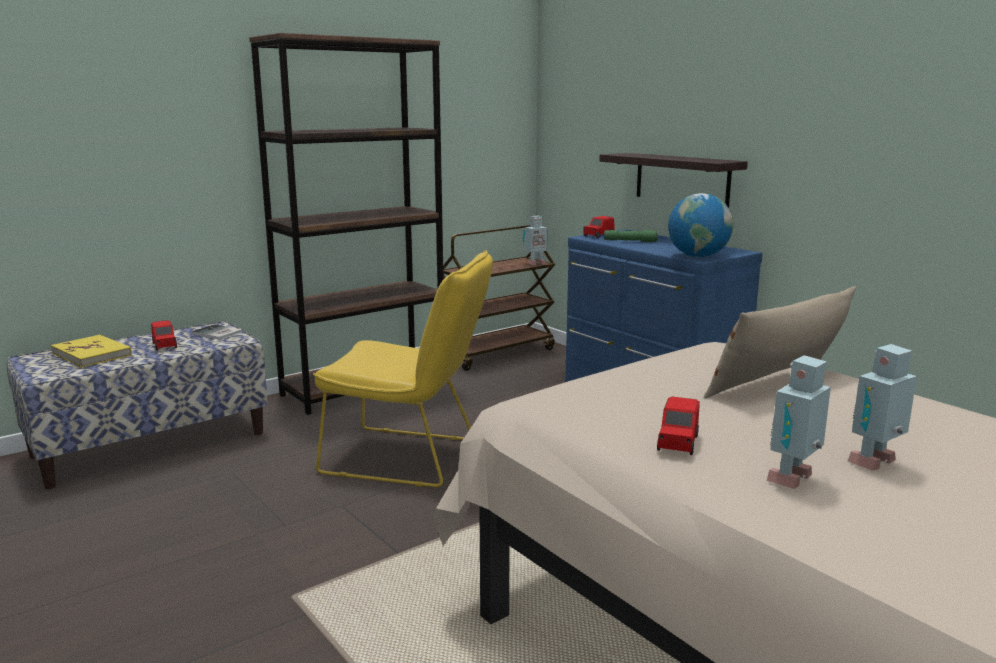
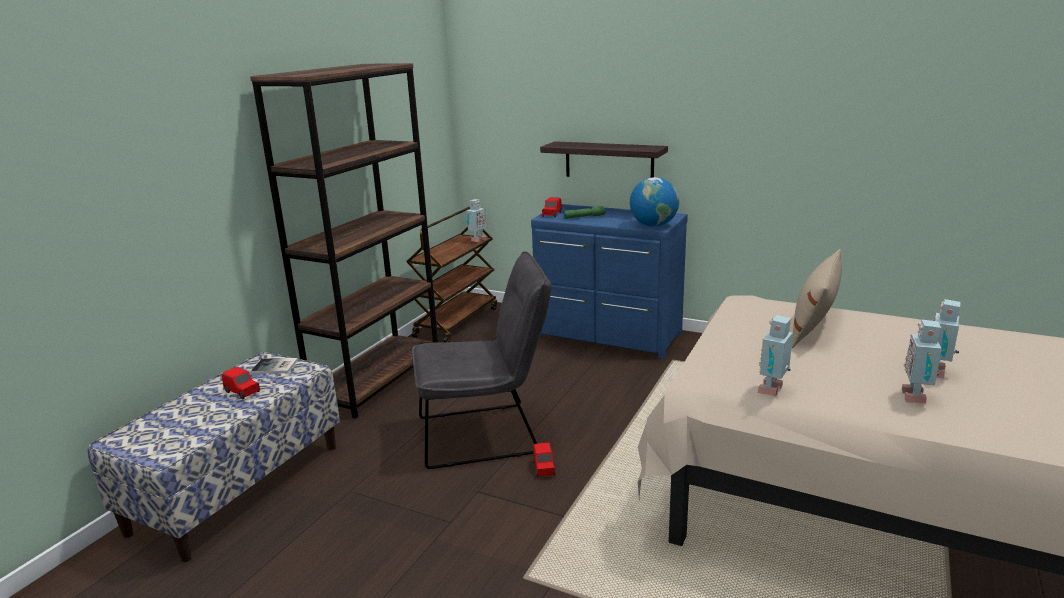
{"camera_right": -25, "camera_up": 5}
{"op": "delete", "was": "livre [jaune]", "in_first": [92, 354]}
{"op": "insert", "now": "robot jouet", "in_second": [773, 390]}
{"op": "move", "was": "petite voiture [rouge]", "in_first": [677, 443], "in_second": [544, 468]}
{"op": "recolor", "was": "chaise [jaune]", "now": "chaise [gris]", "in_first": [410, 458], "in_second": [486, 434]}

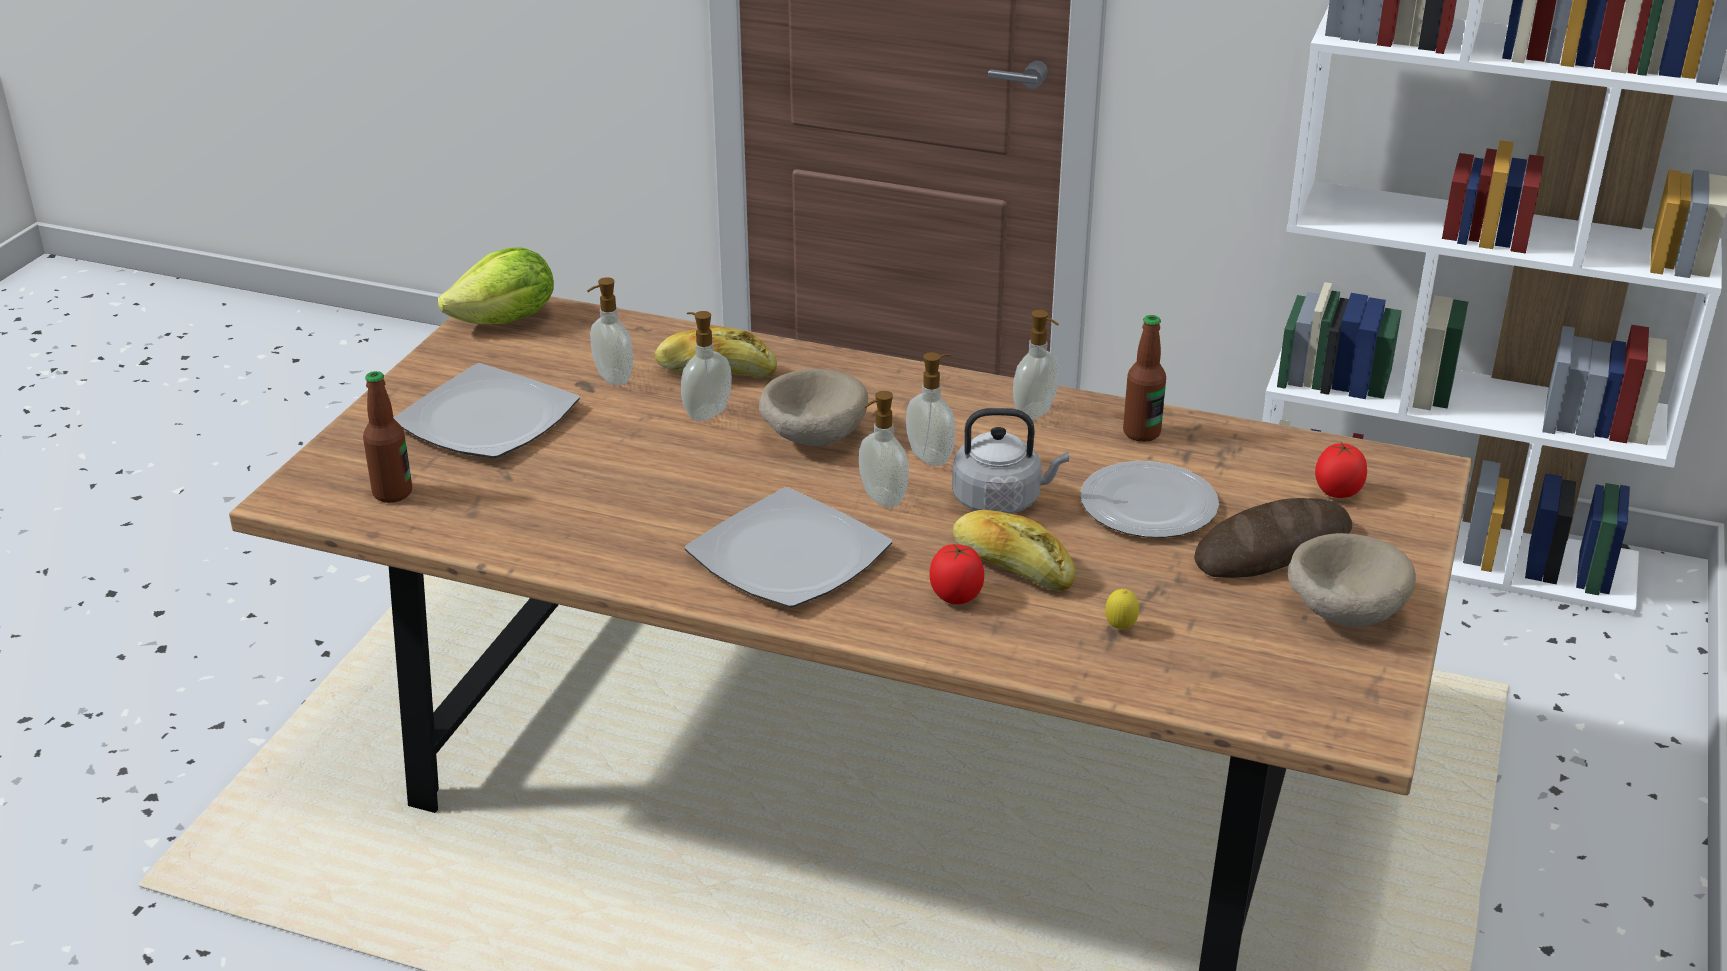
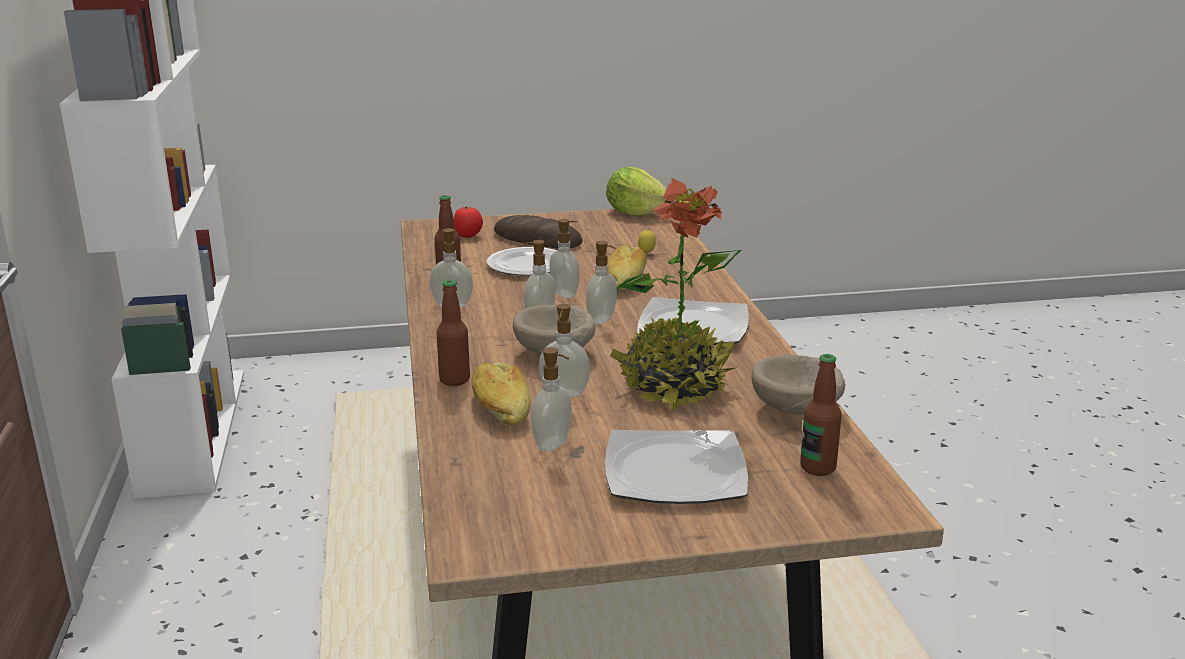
{"camera_right": -120, "camera_up": -10}
{"op": "delete", "was": "tomate", "in_first": [956, 596]}
{"op": "insert", "now": "bouteille", "in_second": [454, 380]}
{"op": "insert", "now": "plante en pot", "in_second": [673, 387]}
{"op": "move", "was": "laitue", "in_first": [506, 321], "in_second": [636, 213]}
{"op": "move", "was": "bol [beige]", "in_first": [1343, 612], "in_second": [797, 411]}
{"op": "replace", "was": "bouilloire [gris]", "now": "distributeur de savon", "in_first": [1001, 501], "in_second": [565, 294]}

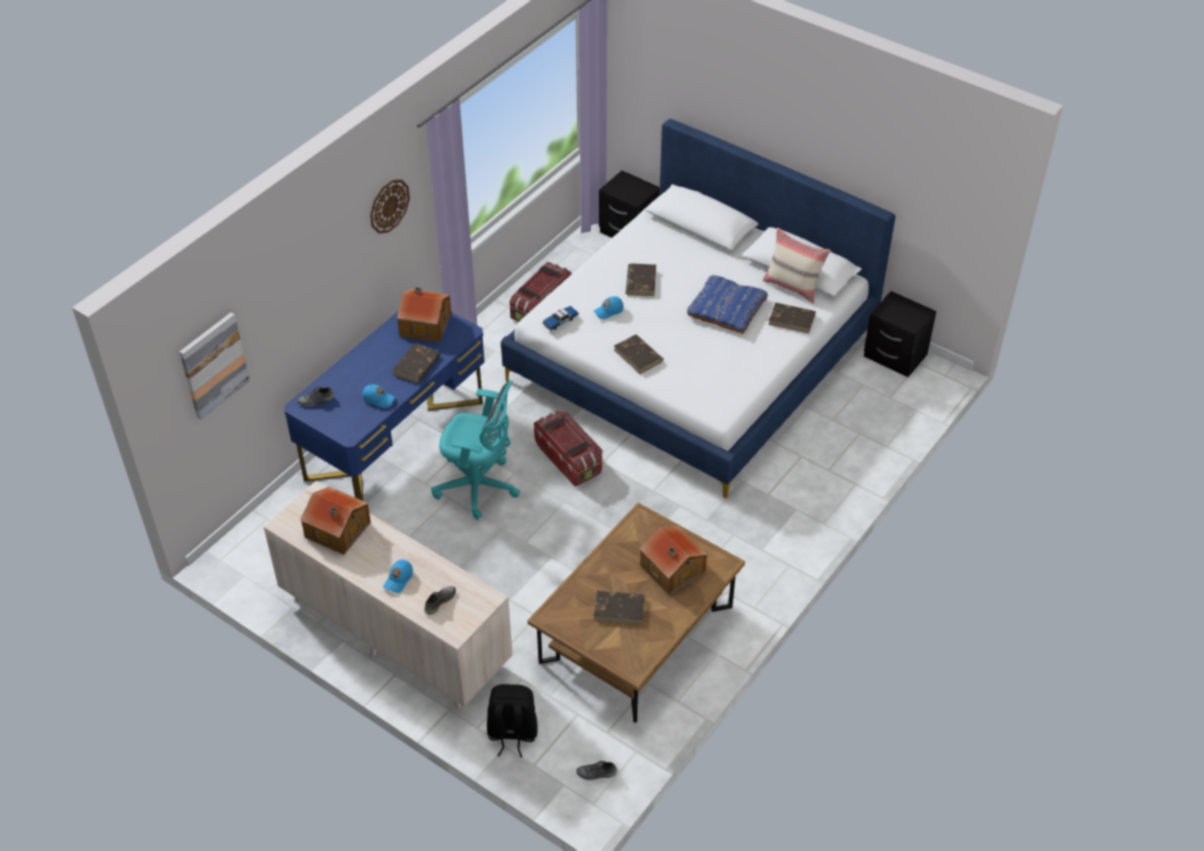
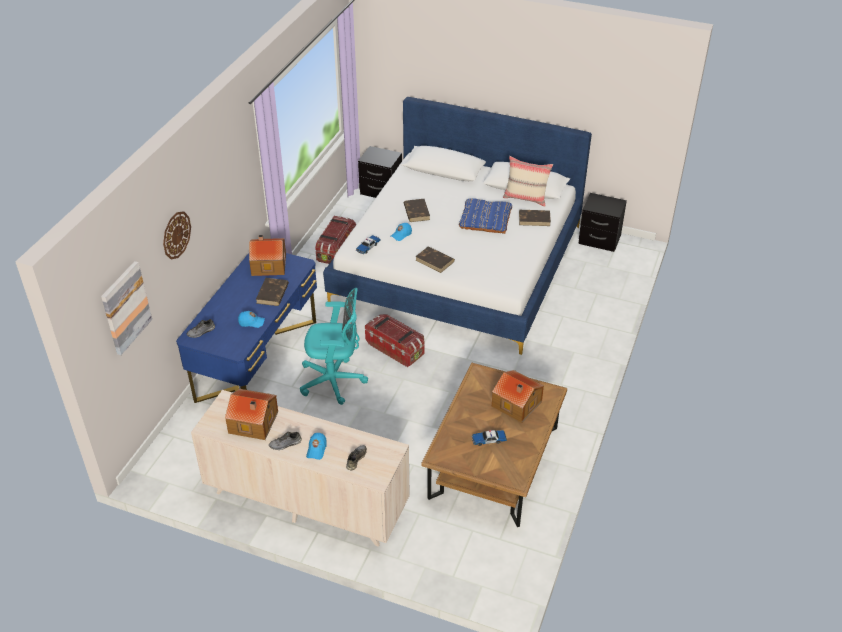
{"camera_right": -15, "camera_up": -5}
{"op": "delete", "was": "sac à dos [noir]", "in_first": [512, 733]}
{"op": "move", "was": "horloge murale", "in_first": [389, 206], "in_second": [176, 235]}
{"op": "move", "was": "chaussure [gris]", "in_first": [596, 774], "in_second": [285, 444]}
{"op": "replace", "was": "livre [marron]", "now": "petite voiture", "in_first": [619, 608], "in_second": [488, 440]}

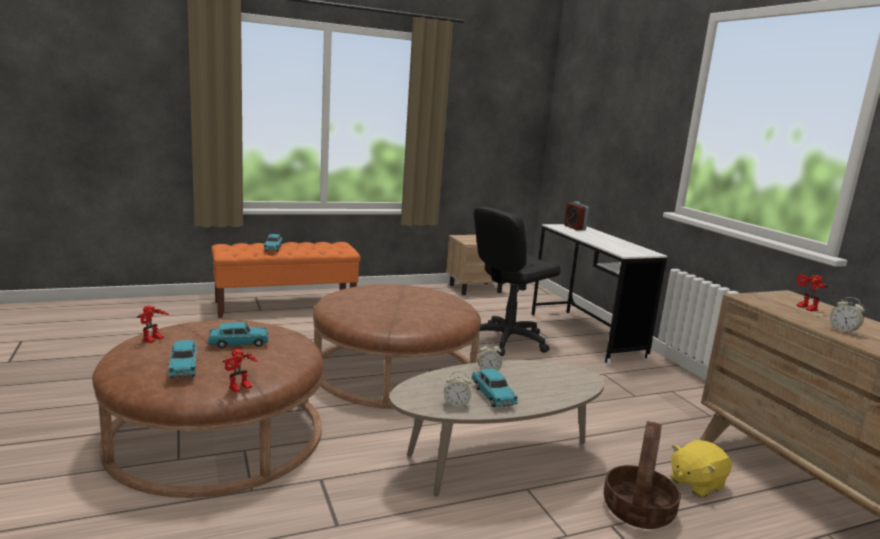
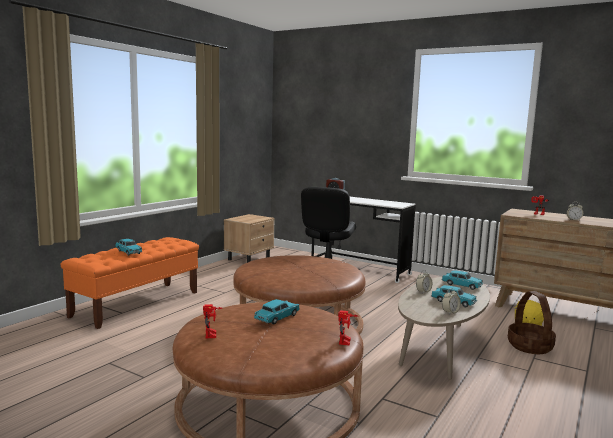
{"camera_right": -35, "camera_up": -5}
{"op": "move", "was": "petite voiture [turquoise]", "in_first": [183, 367], "in_second": [461, 285]}

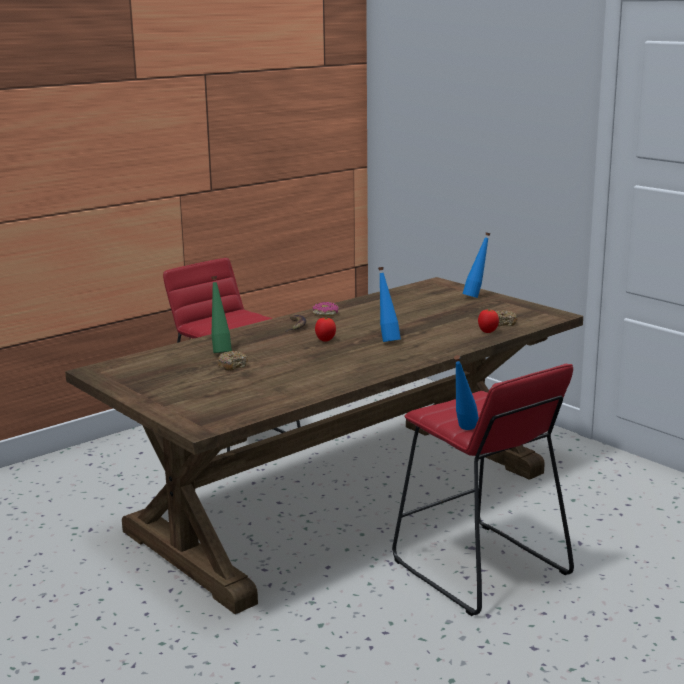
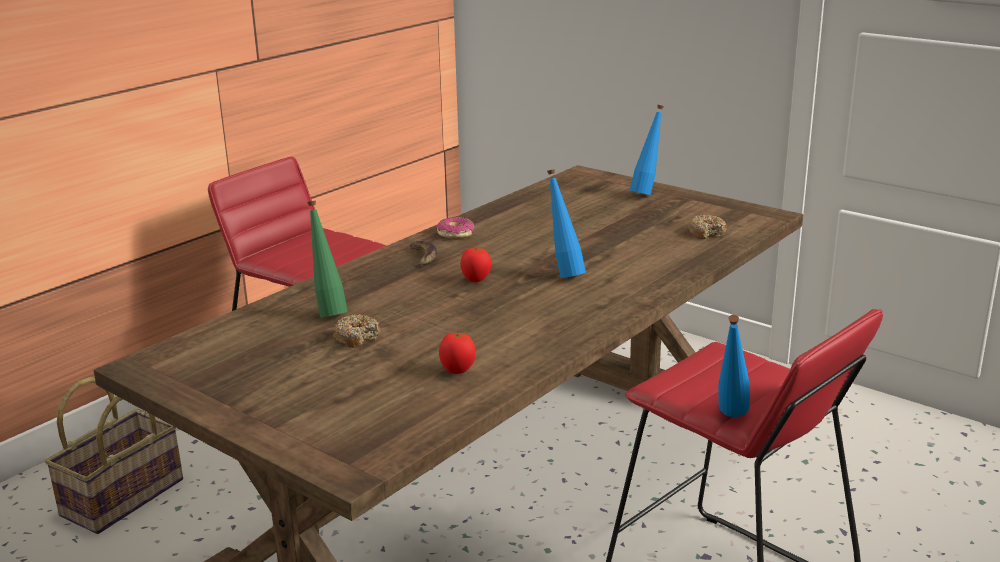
{"camera_right": -10, "camera_up": 5}
{"op": "insert", "now": "panier", "in_second": [122, 497]}
{"op": "move", "was": "tomate", "in_first": [487, 332], "in_second": [457, 371]}

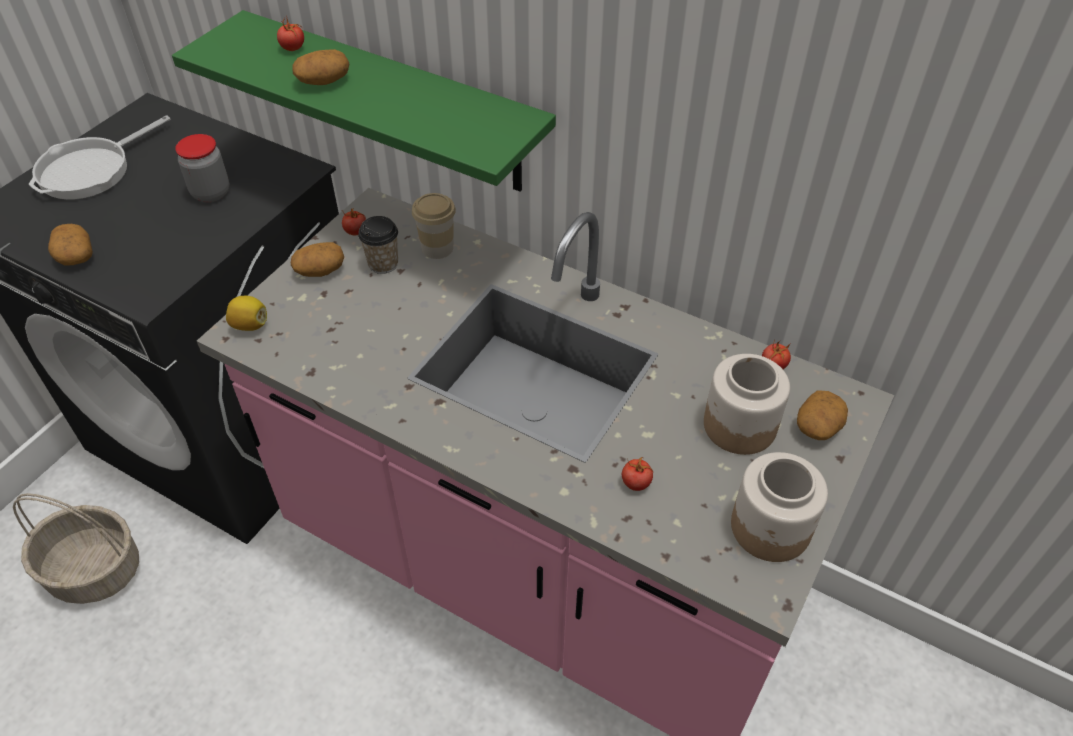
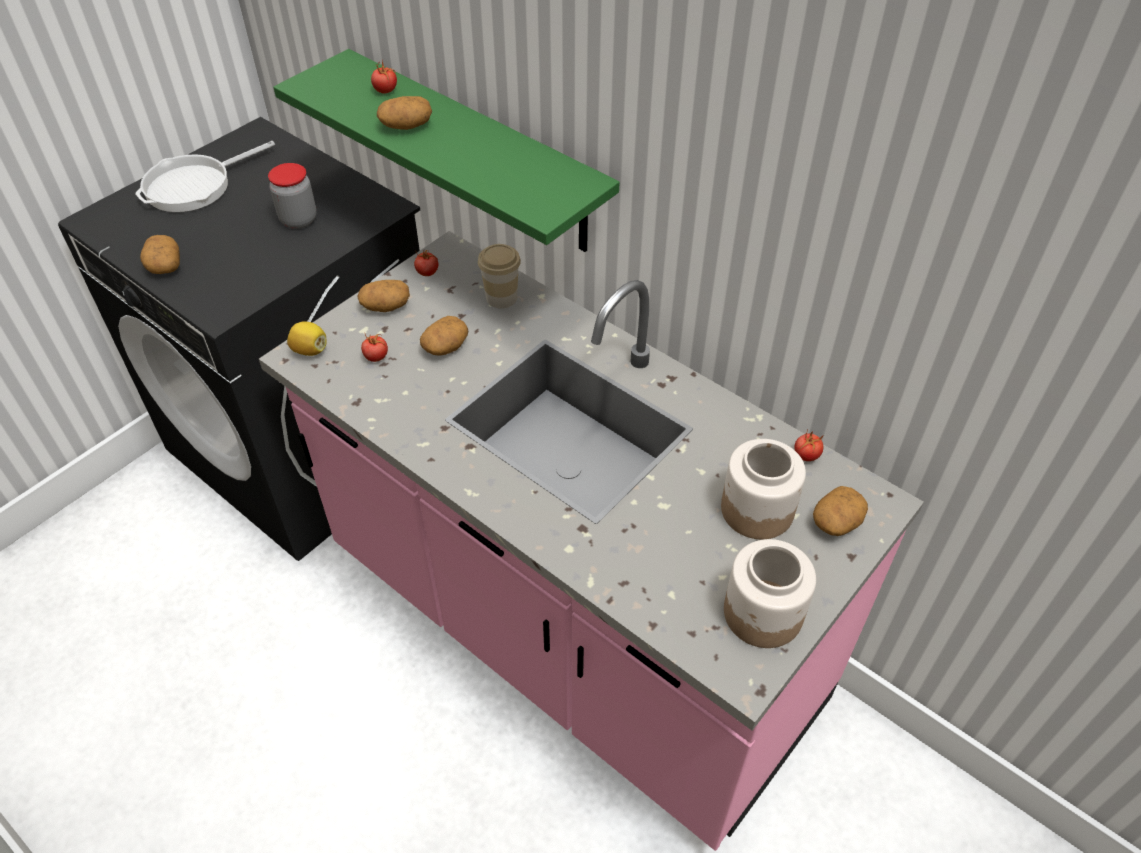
{"camera_right": 10, "camera_up": 0}
{"op": "delete", "was": "panier", "in_first": [96, 570]}
{"op": "delete", "was": "tasse", "in_first": [383, 264]}
{"op": "insert", "now": "pomme de terre", "in_second": [445, 347]}
{"op": "move", "was": "tomate", "in_first": [636, 483], "in_second": [376, 357]}

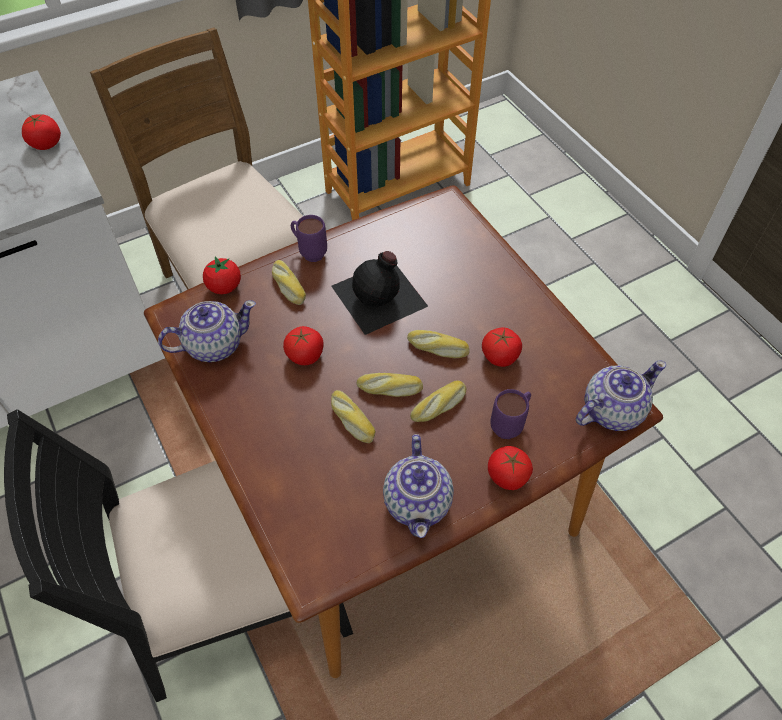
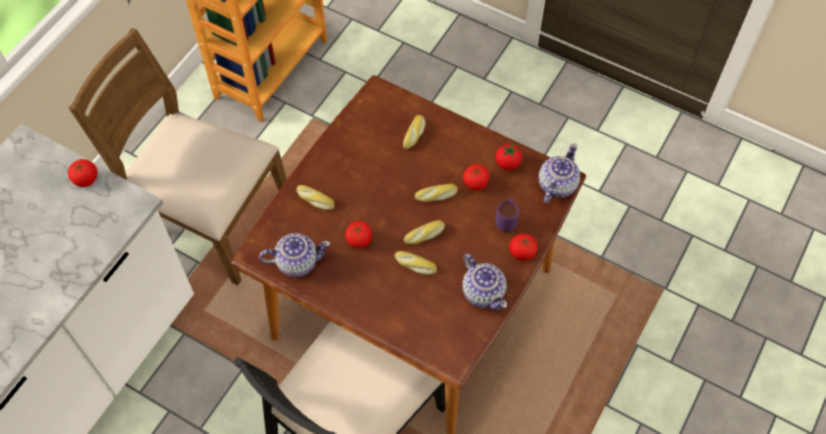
{"camera_right": -30, "camera_up": 5}
{"op": "delete", "was": "mug [violet]", "in_first": [309, 252]}
{"op": "delete", "was": "bouteille [noir]", "in_first": [381, 296]}
{"op": "move", "was": "tomate", "in_first": [224, 287], "in_second": [507, 163]}
{"op": "move", "was": "pain", "in_first": [439, 406], "in_second": [414, 134]}
{"op": "rotate", "was": "théière", "in_first": [213, 345], "in_second": [296, 262], "clockwise": 45}

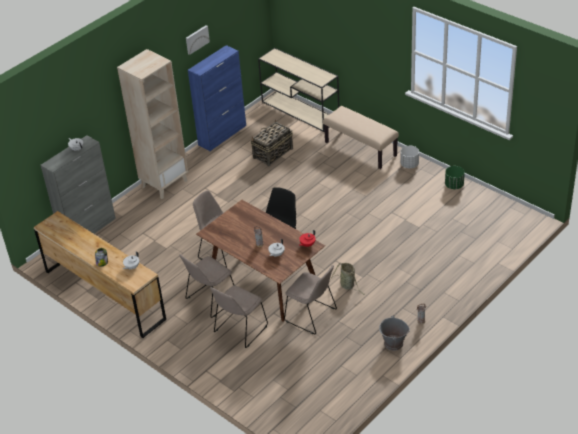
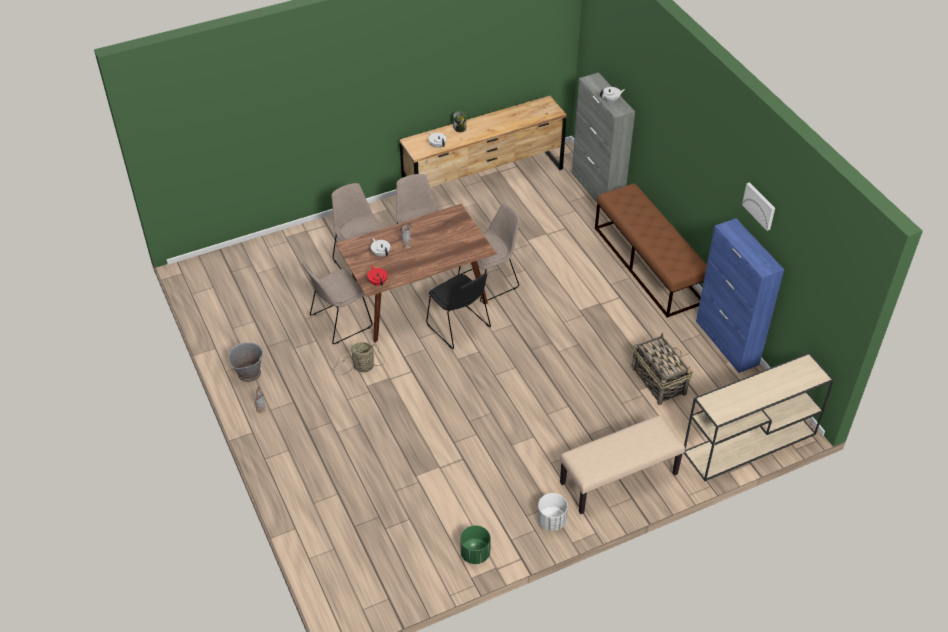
{"camera_right": 110, "camera_up": 5}
{"op": "replace", "was": "bibliothèque [beige]", "now": "banc [marron]", "in_first": [164, 183], "in_second": [648, 265]}

